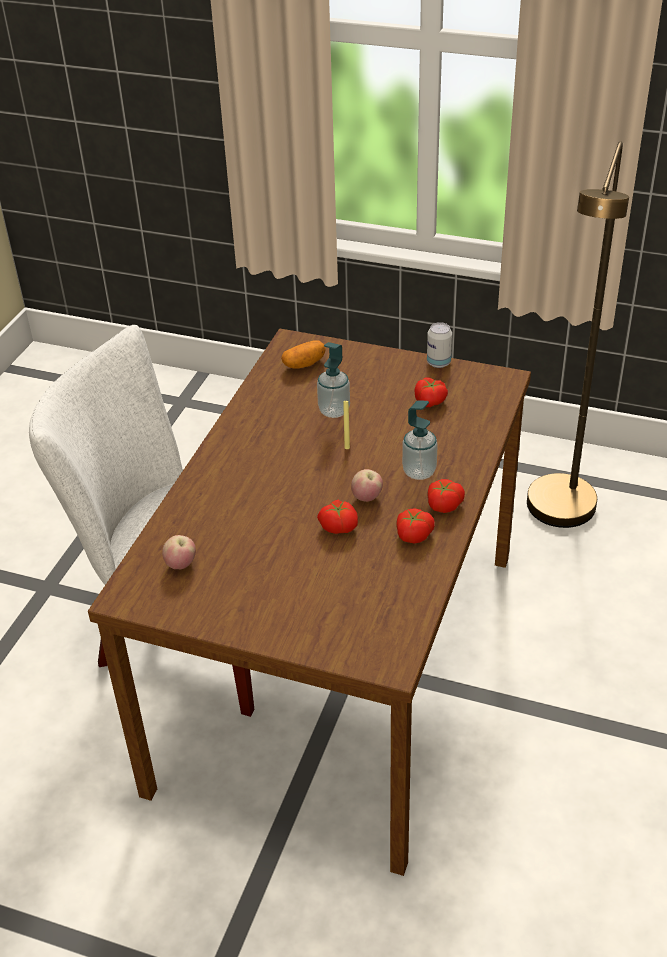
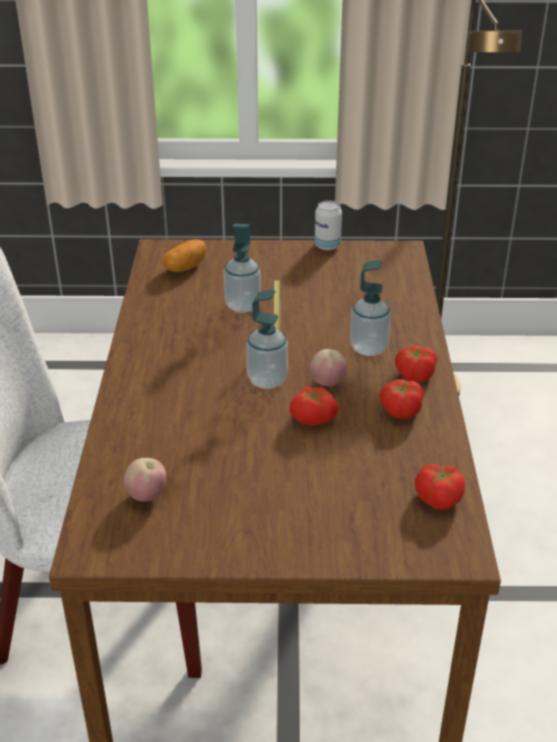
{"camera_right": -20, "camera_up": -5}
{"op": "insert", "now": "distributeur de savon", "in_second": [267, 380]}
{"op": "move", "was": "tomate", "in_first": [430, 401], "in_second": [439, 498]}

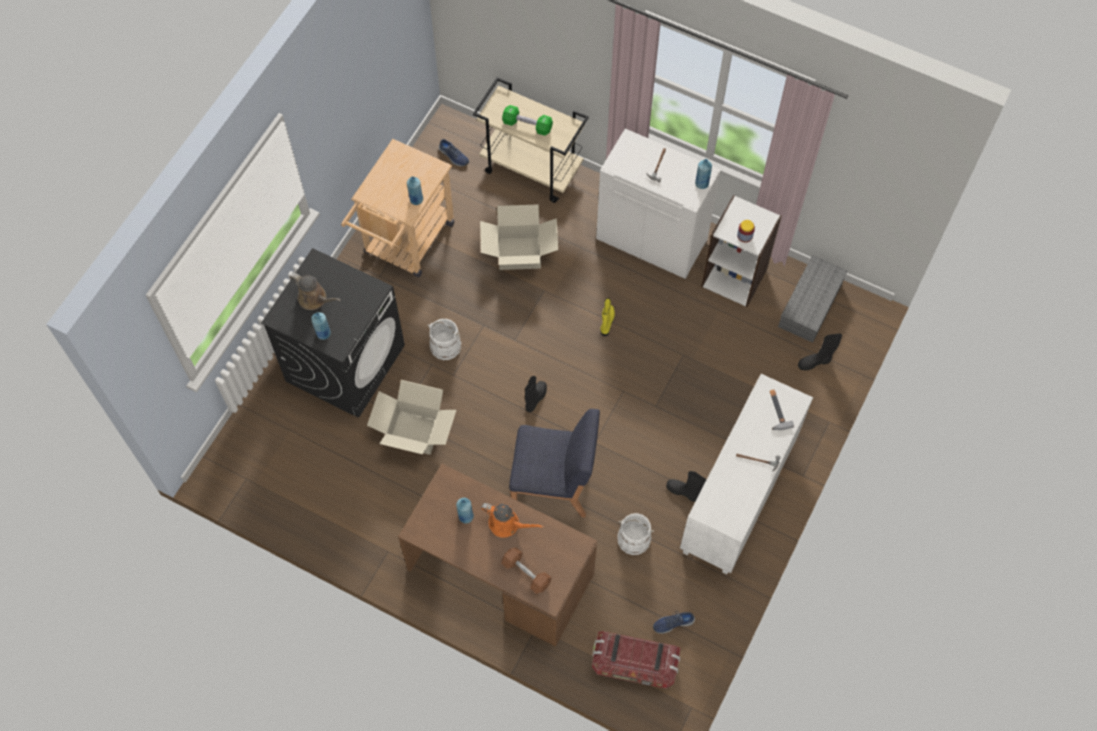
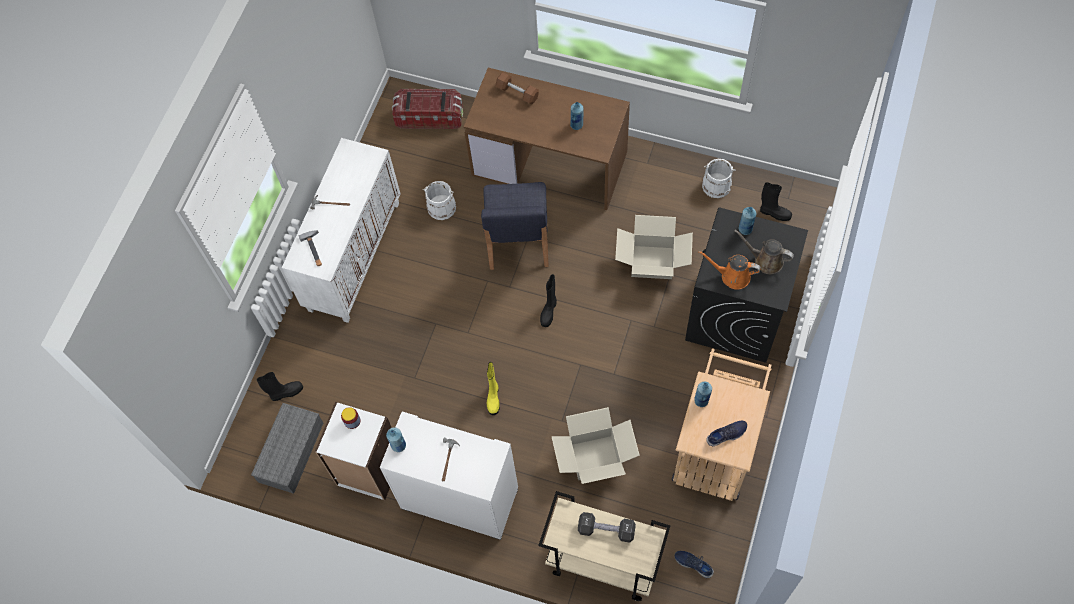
{"camera_right": 175, "camera_up": 0}
{"op": "move", "was": "seau [blanc]", "in_first": [445, 345], "in_second": [716, 186]}
{"op": "move", "was": "arrosoir [orange]", "in_first": [507, 524], "in_second": [732, 276]}
{"op": "move", "was": "chaussure [bleu]", "in_first": [673, 623], "in_second": [727, 435]}
{"op": "move", "was": "botte [noir]", "in_first": [684, 492], "in_second": [774, 213]}
{"op": "recolor", "was": "haltère [vert]", "now": "haltère [noir]", "in_first": [527, 125], "in_second": [606, 530]}
{"op": "rotate", "was": "chaise [bleu]", "in_first": [554, 483], "in_second": [517, 240], "clockwise": -90}

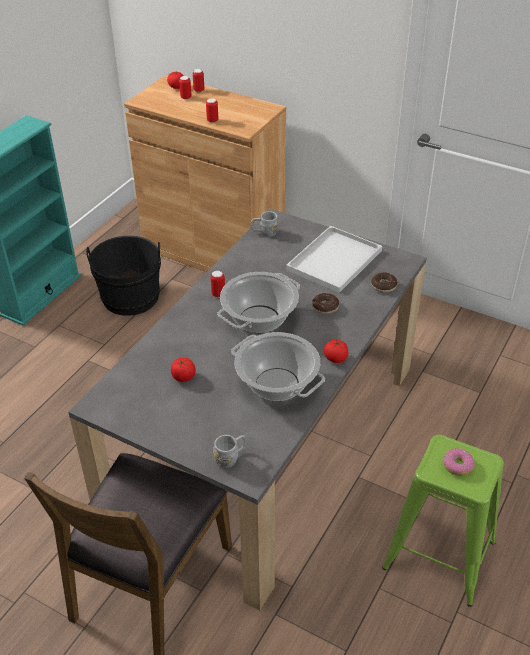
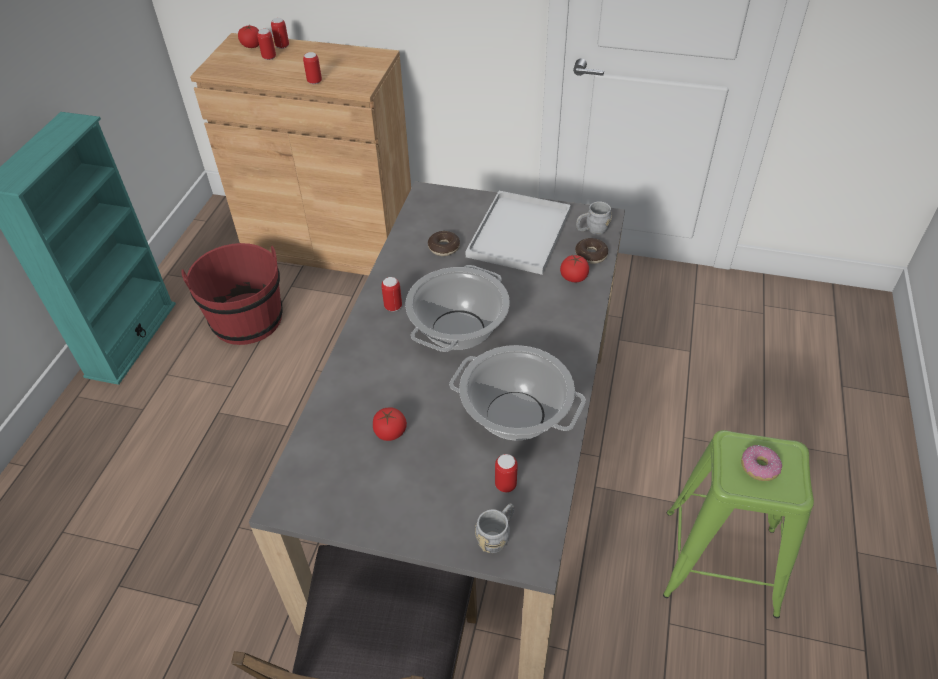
{"camera_right": -15, "camera_up": 5}
{"op": "insert", "now": "boîte métallique", "in_second": [505, 485]}
{"op": "move", "was": "mug [gris]", "in_first": [264, 232], "in_second": [592, 230]}
{"op": "move", "was": "beignet", "in_first": [325, 307], "in_second": [444, 247]}
{"op": "move", "was": "tomate", "in_first": [335, 358], "in_second": [573, 277]}
{"op": "recolor", "was": "seau [noir]", "now": "seau [rouge]", "in_first": [130, 297], "in_second": [247, 320]}

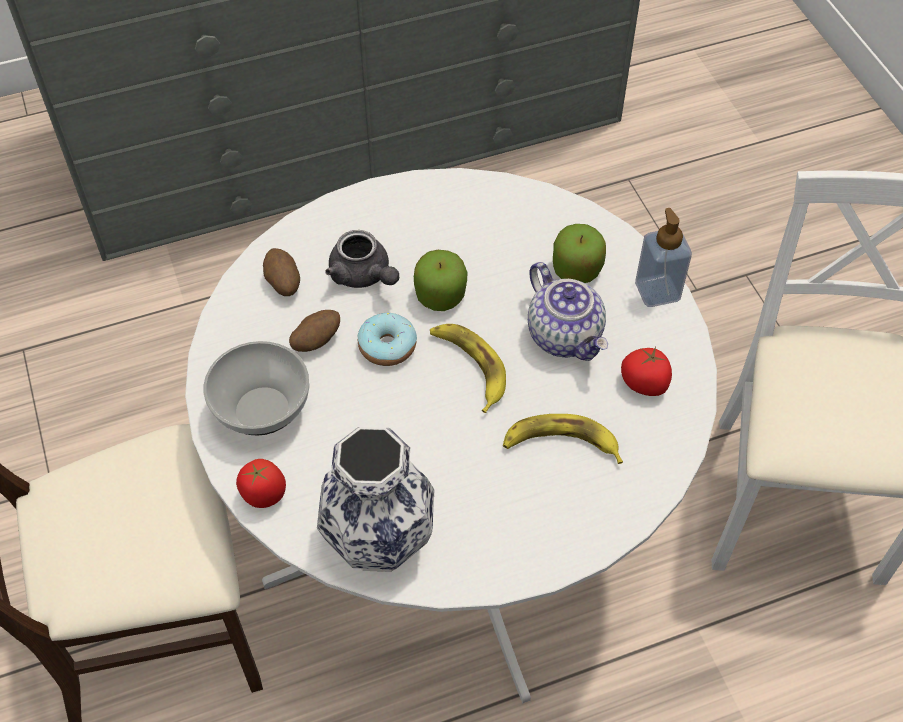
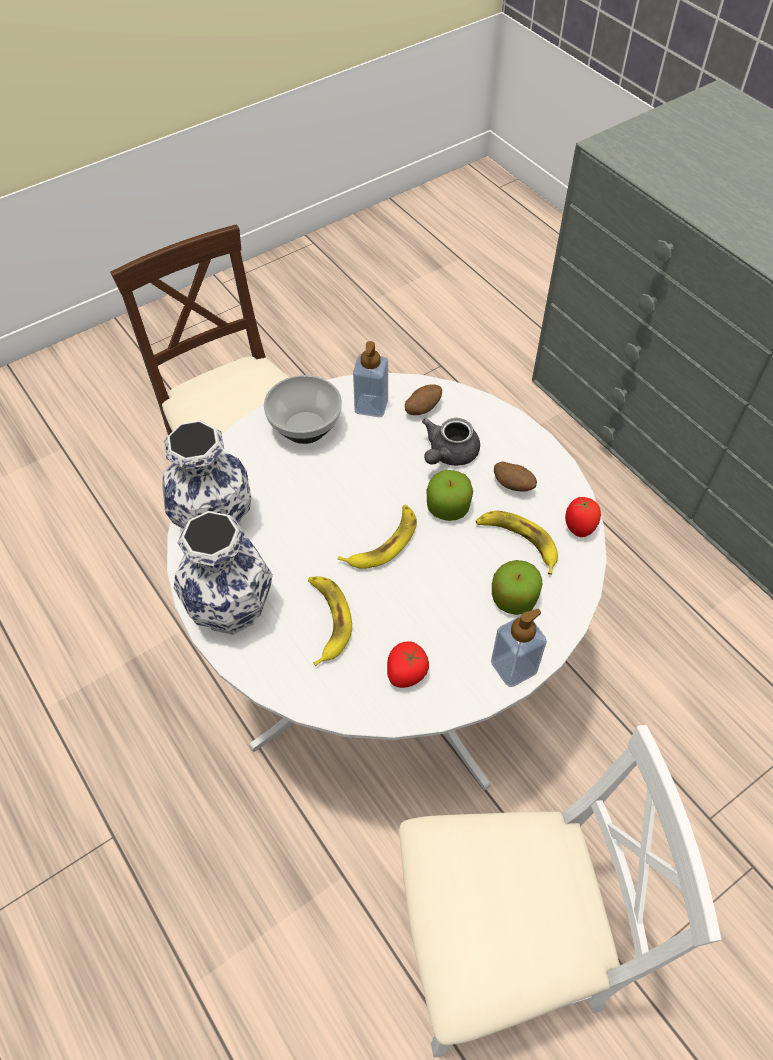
{"camera_right": 75, "camera_up": 0}
{"op": "delete", "was": "beignet", "in_first": [387, 346]}
{"op": "delete", "was": "théière", "in_first": [565, 335]}
{"op": "insert", "now": "vase", "in_second": [233, 609]}
{"op": "insert", "now": "distributeur de savon", "in_second": [371, 406]}
{"op": "insert", "now": "banane", "in_second": [518, 541]}
{"op": "move", "was": "tomate", "in_first": [264, 496], "in_second": [579, 528]}
{"op": "move", "was": "pomme de terre", "in_first": [316, 341], "in_second": [513, 485]}

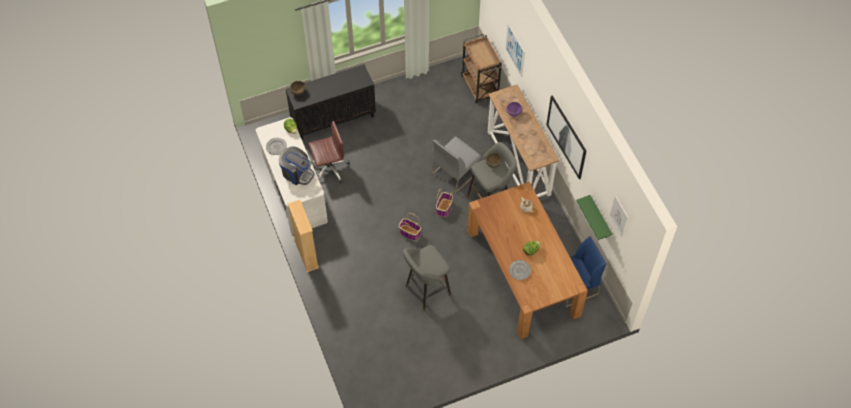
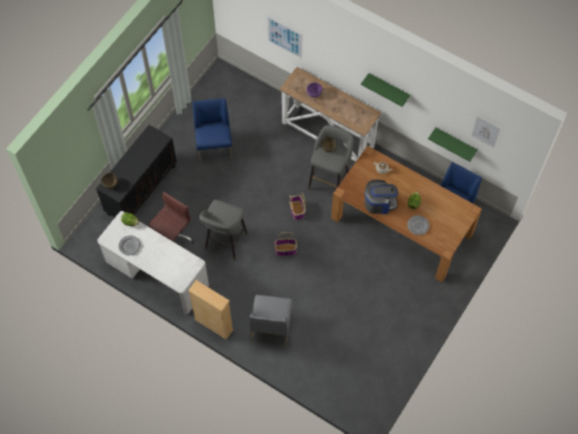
{"camera_right": -35, "camera_up": 5}
{"op": "delete", "was": "chariot [marron]", "in_first": [480, 87]}
{"op": "insert", "now": "chaise [bleu]", "in_second": [214, 145]}
{"op": "move", "was": "machine à café", "in_first": [297, 173], "in_second": [379, 203]}
{"op": "move", "was": "tabouret [gris]", "in_first": [426, 291], "in_second": [225, 243]}
{"op": "move", "was": "chaise [gris]", "in_first": [455, 172], "in_second": [271, 326]}
{"op": "replace", "was": "tableau", "now": "étagère [vert]", "in_first": [567, 137], "in_second": [388, 88]}

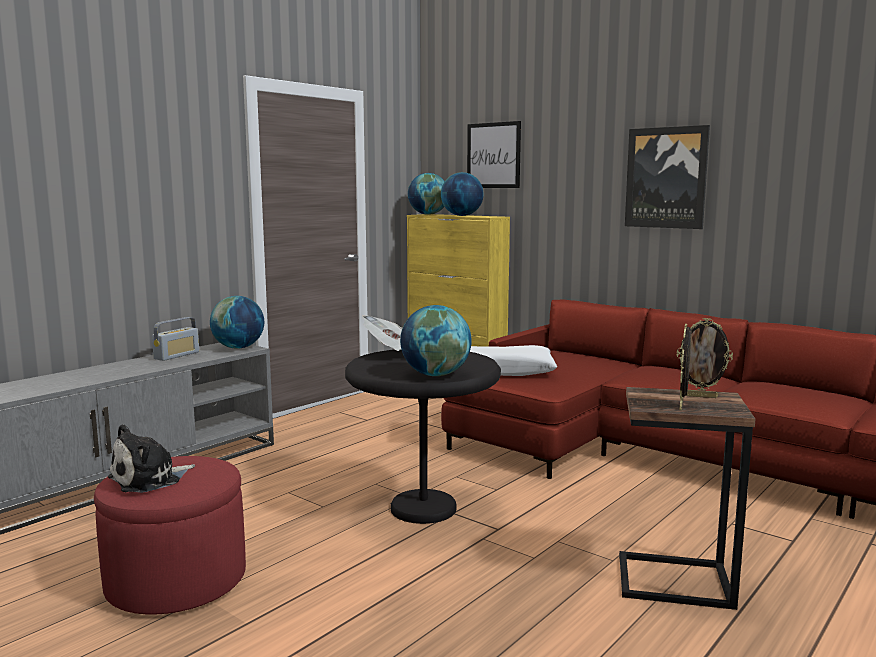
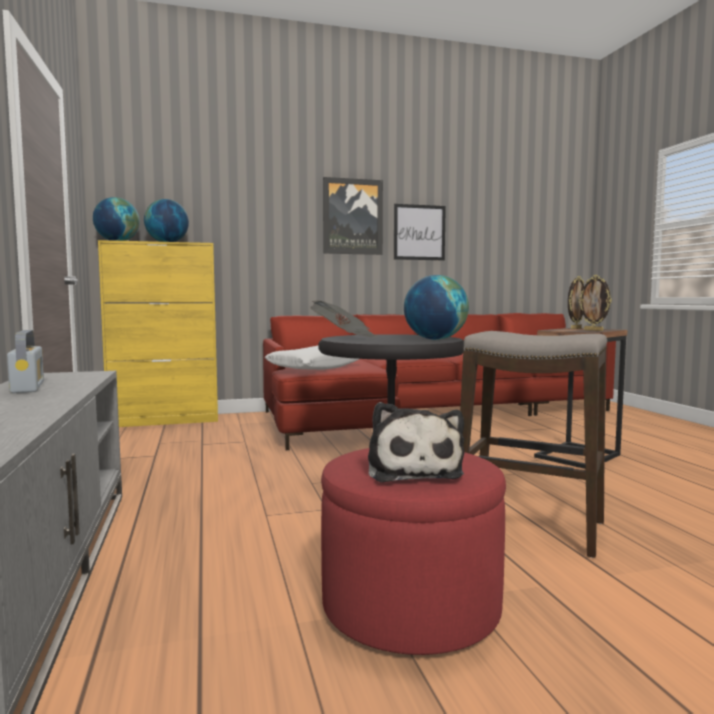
{"camera_right": -55, "camera_up": -5}
{"op": "delete", "was": "globe", "in_first": [238, 347]}
{"op": "insert", "now": "tabouret", "in_second": [530, 527]}
{"op": "move", "was": "tableau", "in_first": [493, 155], "in_second": [419, 232]}

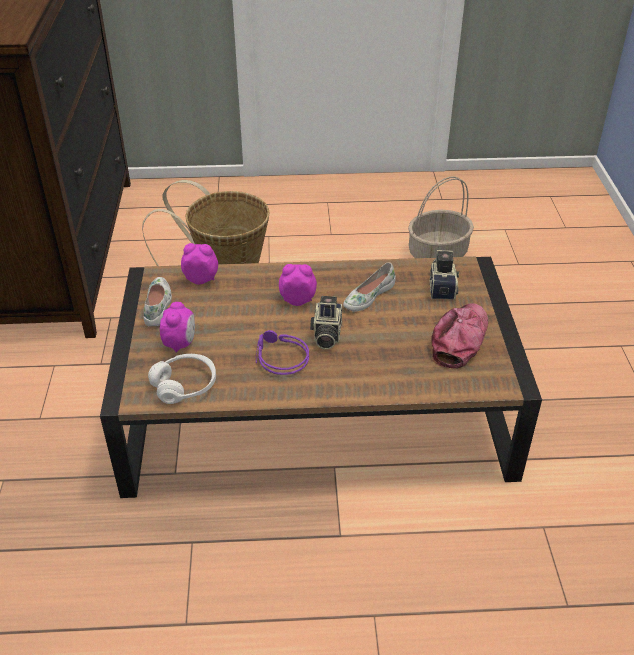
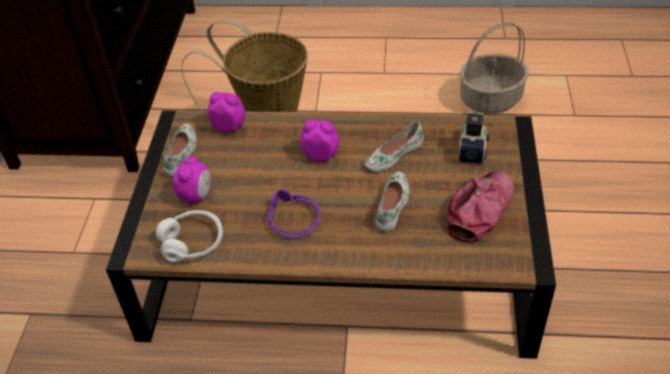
{"camera_right": 10, "camera_up": 5}
{"op": "delete", "was": "appareil photo", "in_first": [326, 335]}
{"op": "insert", "now": "chaussure [blanc]", "in_second": [393, 205]}

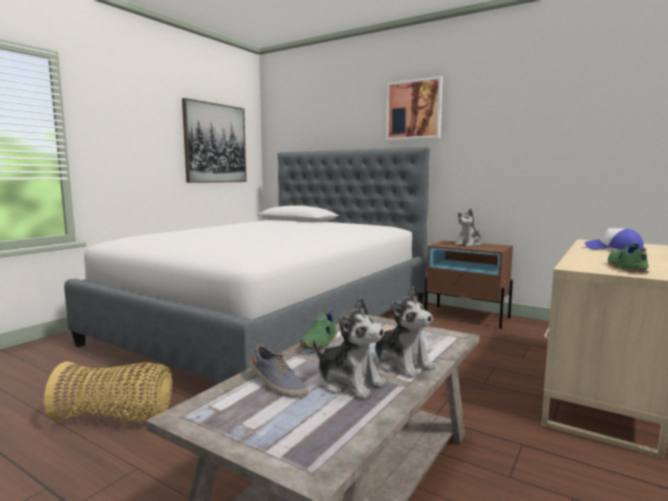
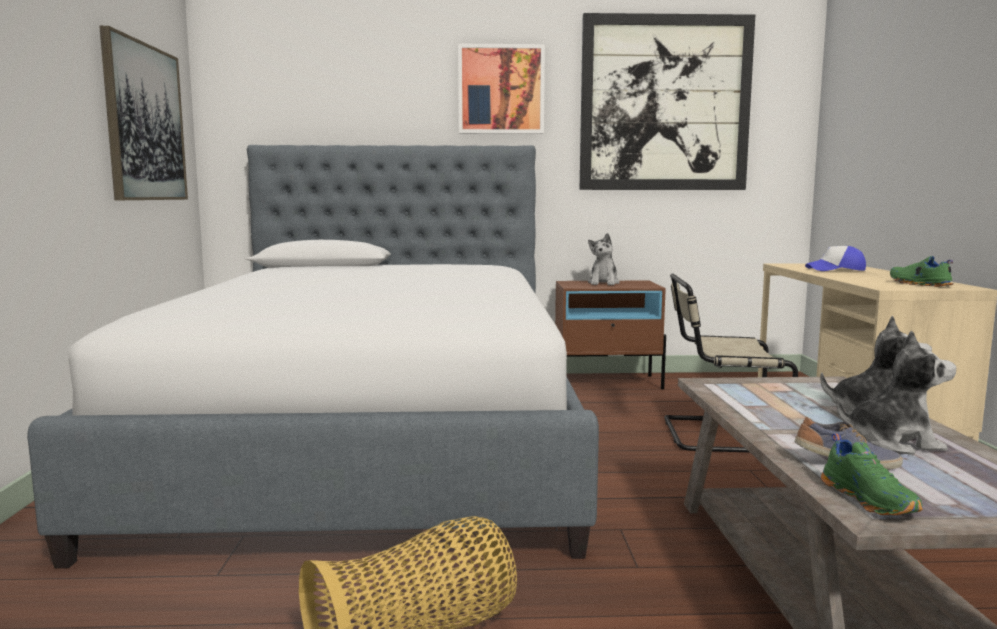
{"camera_right": -35, "camera_up": 0}
{"op": "insert", "now": "tableau", "in_second": [664, 104]}
{"op": "insert", "now": "chaise [beige]", "in_second": [717, 435]}
{"op": "move", "was": "chaussure [vert]", "in_first": [320, 343], "in_second": [870, 500]}

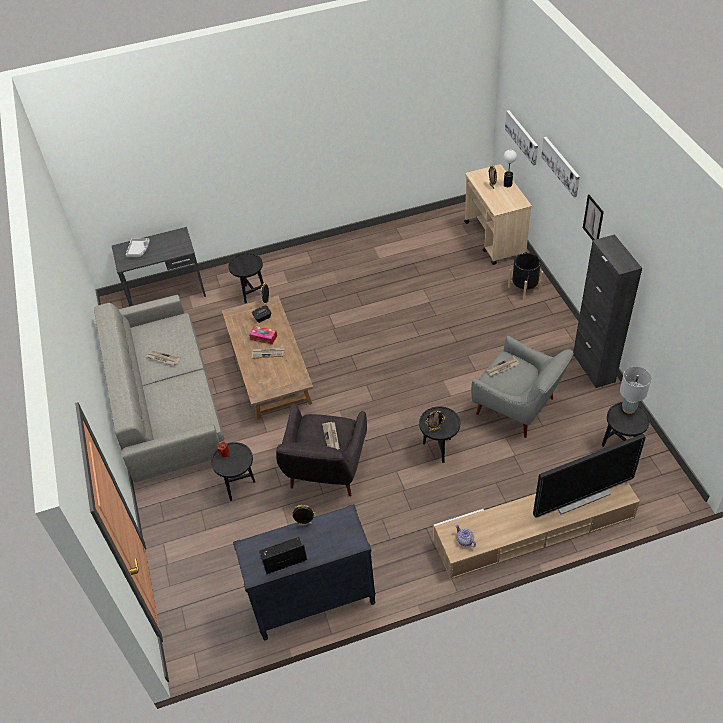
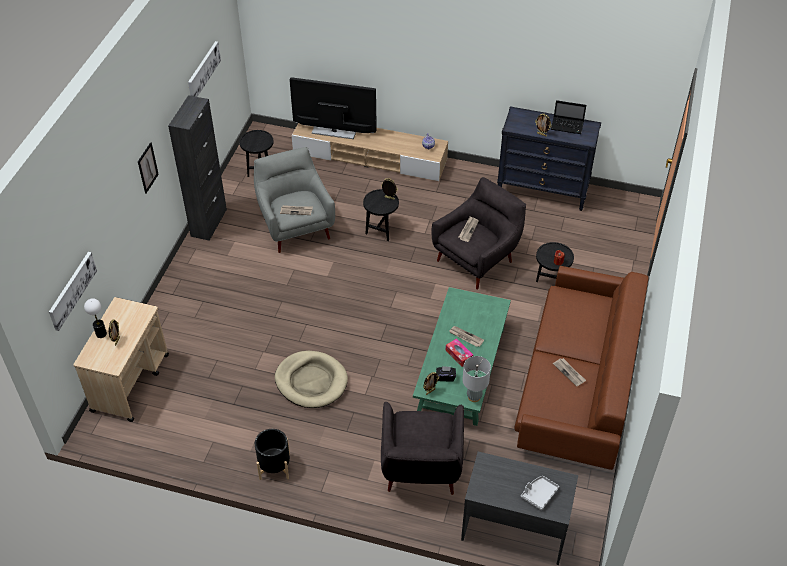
{"camera_right": -150, "camera_up": 0}
{"op": "insert", "now": "panier pour chien [beige]", "in_second": [311, 381]}
{"op": "move", "was": "cache-pot [noir]", "in_first": [524, 288], "in_second": [274, 466]}
{"op": "move", "was": "tableau", "in_first": [561, 166], "in_second": [203, 70]}
{"op": "move", "was": "lampe de table [gris]", "in_first": [628, 409], "in_second": [474, 397]}
{"op": "replace", "was": "table d'appoint [noir]", "now": "fauteuil [gris]", "in_first": [251, 292], "in_second": [421, 470]}
{"op": "recolor", "was": "canapé [gris]", "now": "canapé [marron]", "in_first": [167, 405], "in_second": [577, 386]}
{"op": "recolor", "was": "table basse [marron]", "now": "table basse [vert]", "in_first": [269, 369], "in_second": [462, 369]}

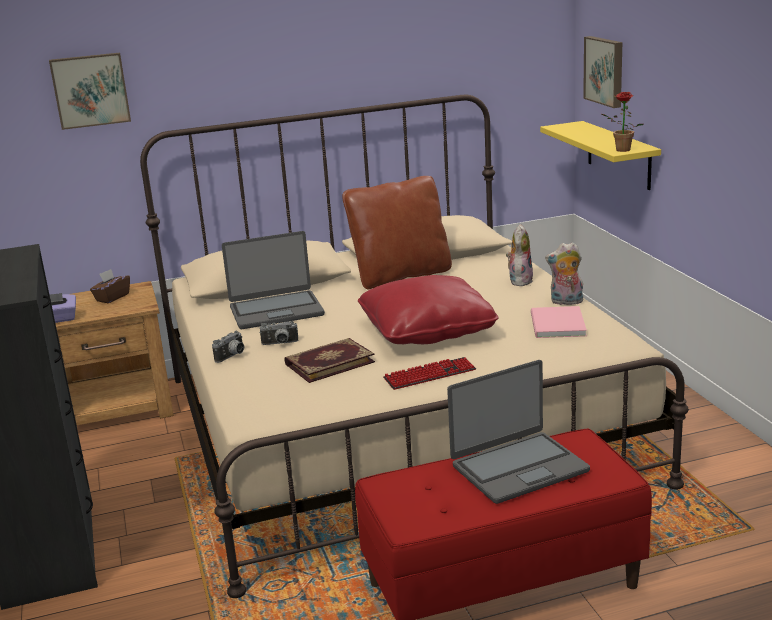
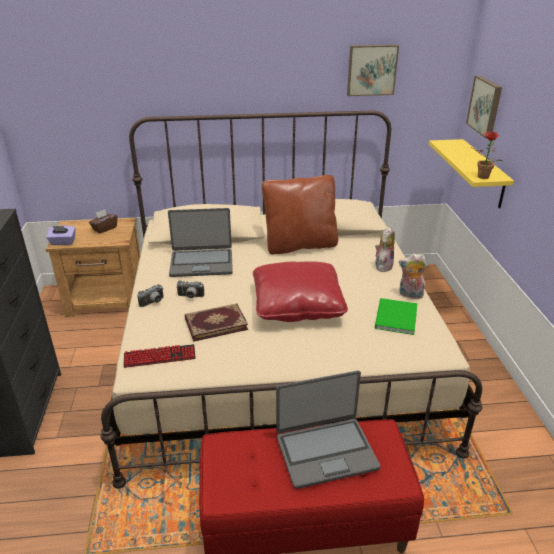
{"camera_right": 10, "camera_up": 10}
{"op": "move", "was": "tableau", "in_first": [90, 90], "in_second": [371, 70]}
{"op": "move", "was": "clavier", "in_first": [430, 375], "in_second": [159, 357]}
{"op": "recolor", "was": "livre [rose]", "now": "livre [vert]", "in_first": [556, 325], "in_second": [394, 318]}

